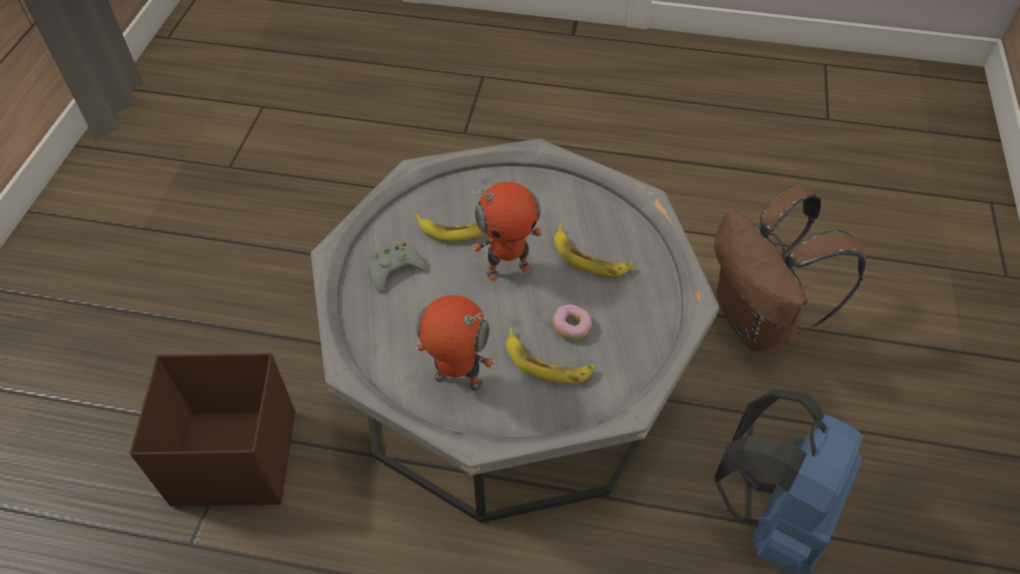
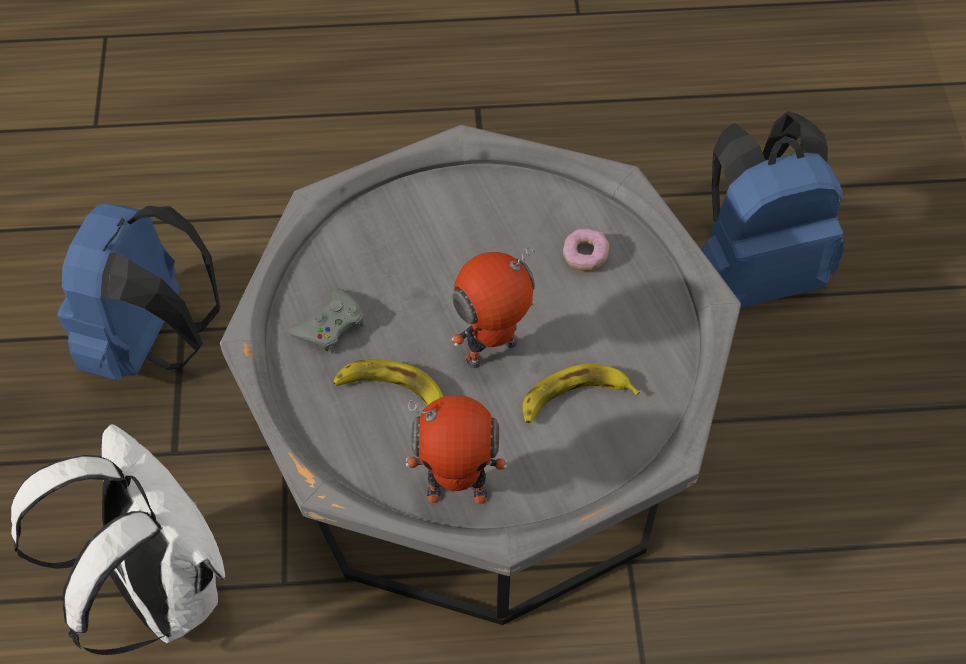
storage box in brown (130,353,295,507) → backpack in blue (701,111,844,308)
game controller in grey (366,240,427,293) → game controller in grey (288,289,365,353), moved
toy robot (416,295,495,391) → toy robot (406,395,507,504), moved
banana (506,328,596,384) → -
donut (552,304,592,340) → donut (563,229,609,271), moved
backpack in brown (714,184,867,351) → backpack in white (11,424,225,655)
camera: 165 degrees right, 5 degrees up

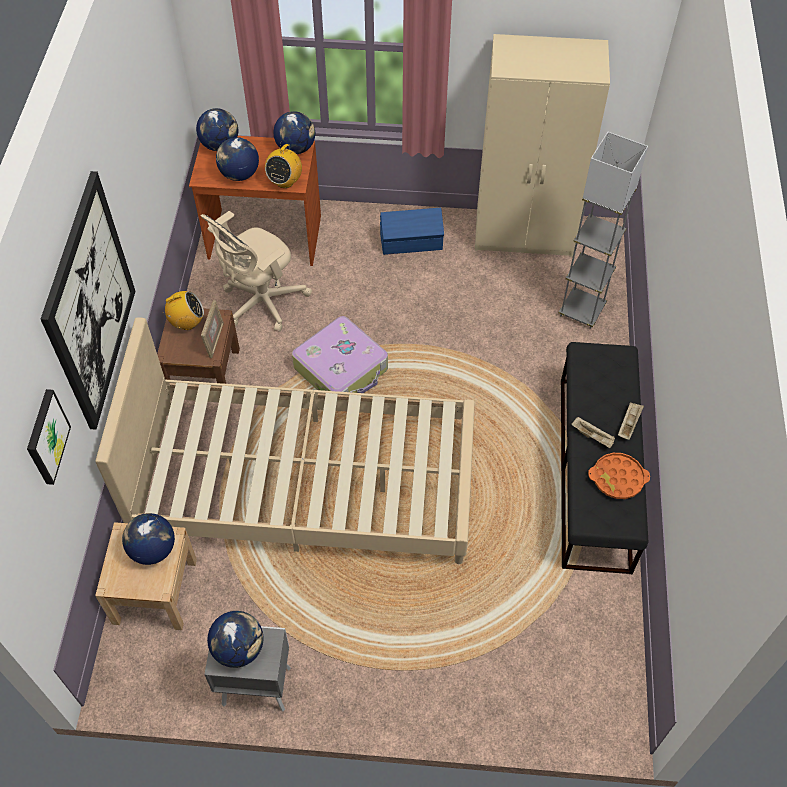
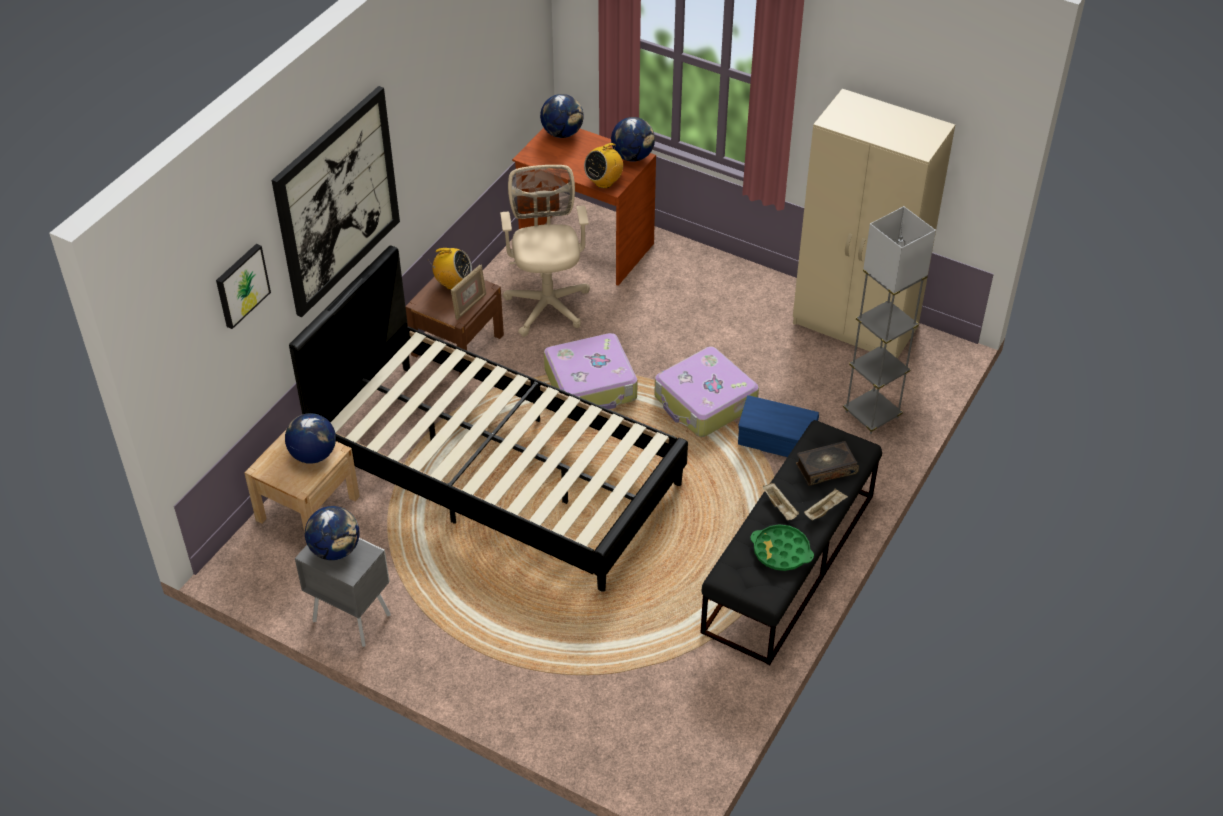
bed in beige (95,317,475,564) → bed in black (289,246,688,592)
office chair in beige (200,211,312,332) → office chair in beige (500,165,590,337), 105 degrees clockwise
globe (216,137,259,181) → -
storage box in blue (380,208,444,255) → storage box in blue (738,395,819,457), moved
tray in orange (588,453,650,499) → tray in green (750,524,814,571)
- → suitcase (654,347,759,437)
- → book (796,441,859,486)
camera: 25 degrees right, 10 degrees down

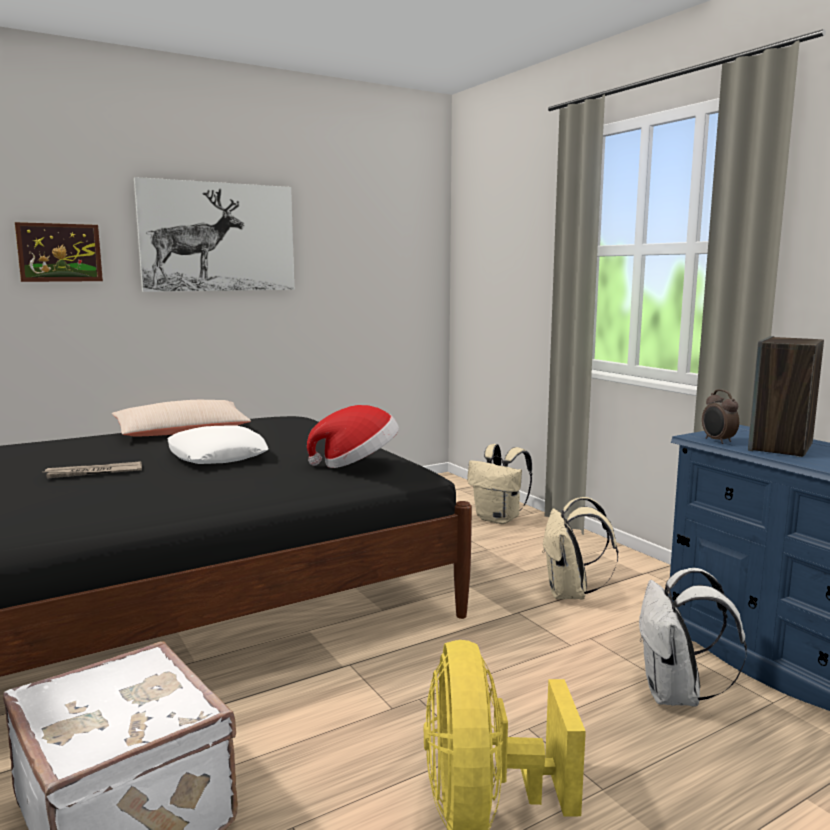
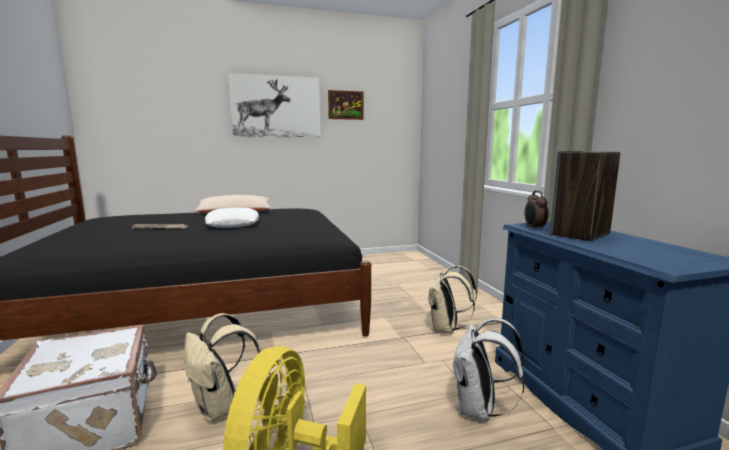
picture (15,222,103,282) → picture (328,90,364,120), moved
hat (307,405,399,468) → -
backpack in beige (467,444,532,524) → backpack in beige (184,313,261,422), moved
camera: 15 degrees right, 0 degrees up

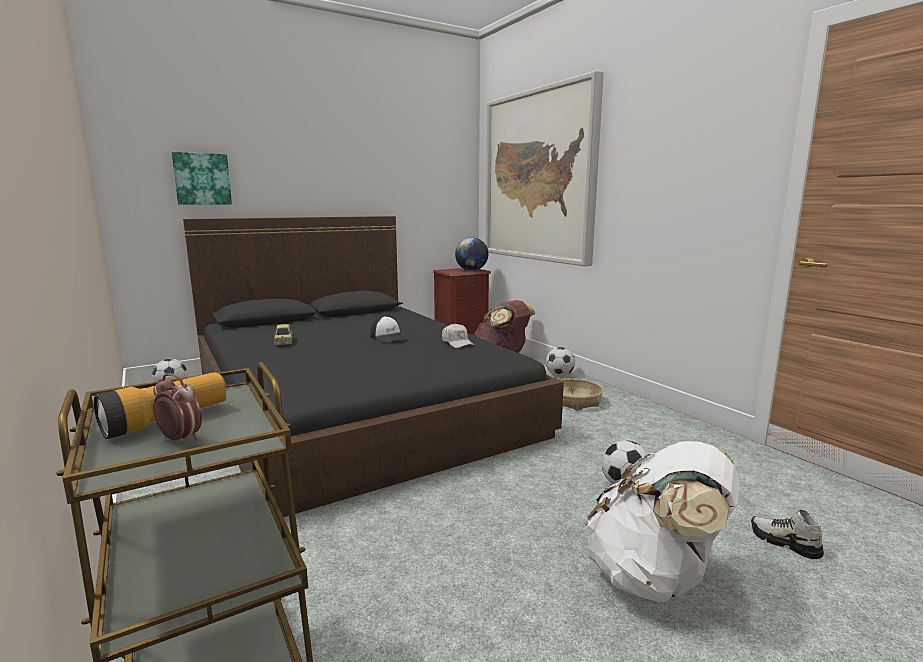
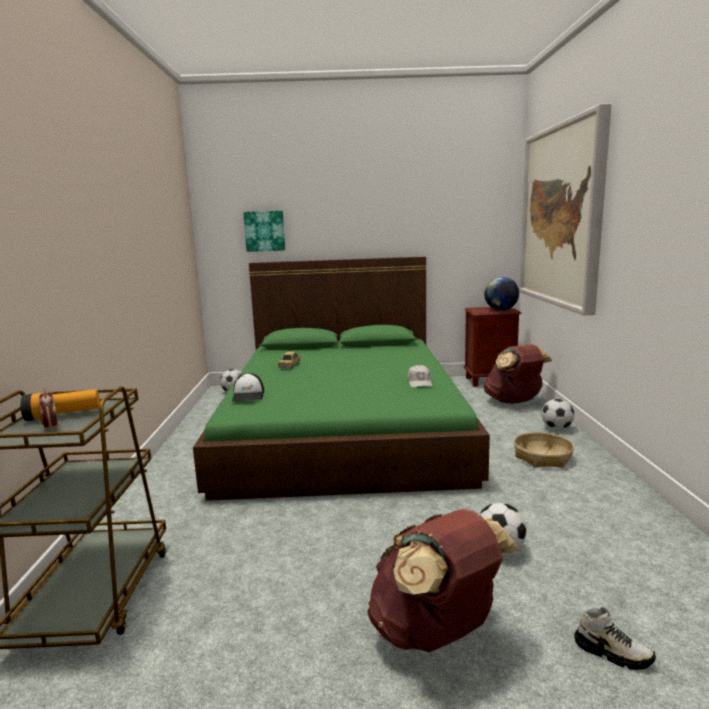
bed in black (183,216,564,517) → bed in green (193,256,490,501)
cap (370,316,408,343) → cap (232,373,264,401), moved
backpack in white (585,441,739,602) → backpack in brown (367,509,519,652)
shoe (751,510,824,559) → shoe (574,607,656,670), 135 degrees clockwise
camera: 30 degrees right, 0 degrees up

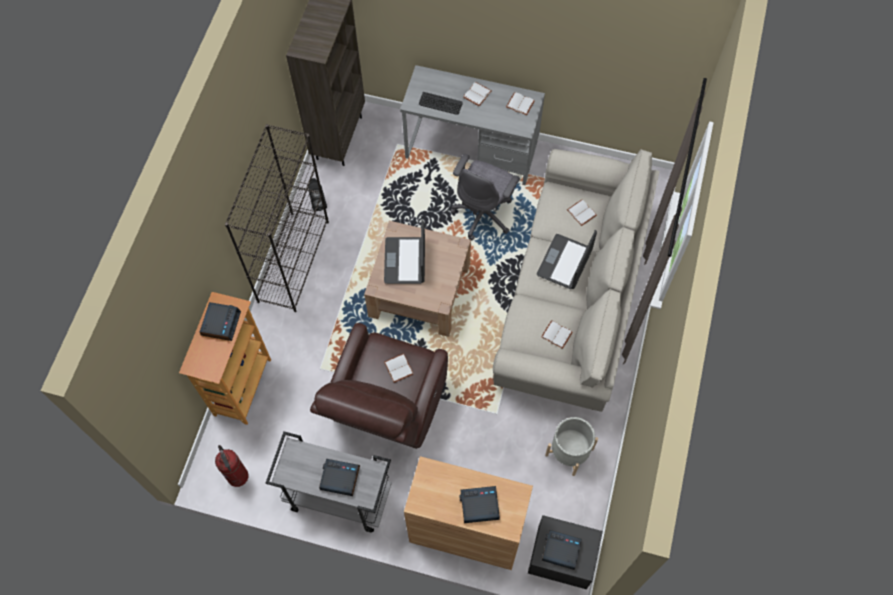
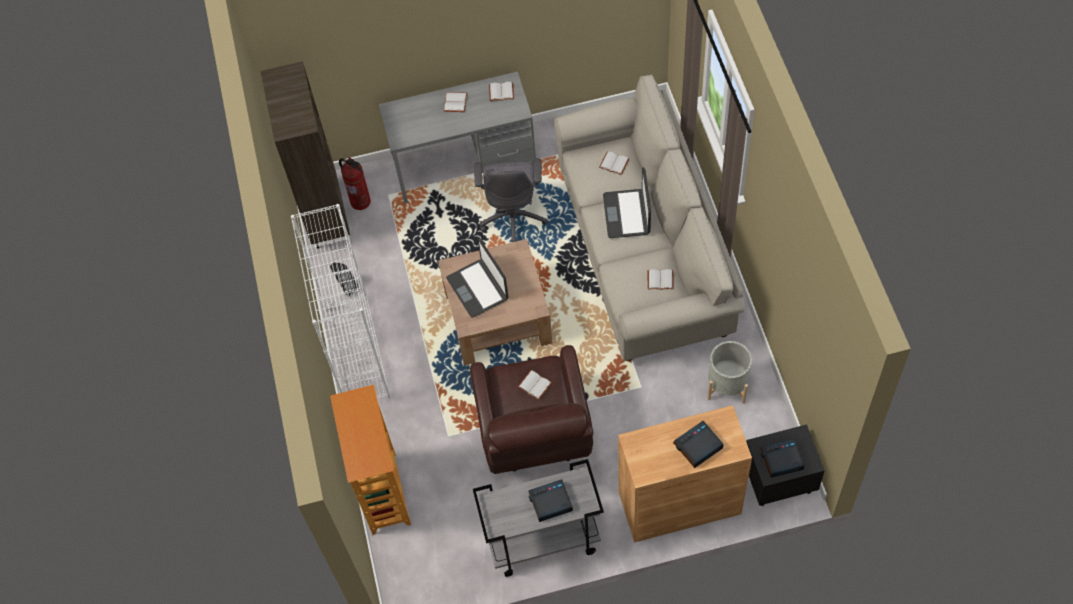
alarm clock (200,302,241,341) → -
fire extinguisher (215,445,249,487) → fire extinguisher (339,158,371,210), moved
bookcase in black (225,124,329,312) → bookcase in white (291,204,391,399)
keyboard (419,92,463,115) → -
camera: 25 degrees left, 5 degrees down

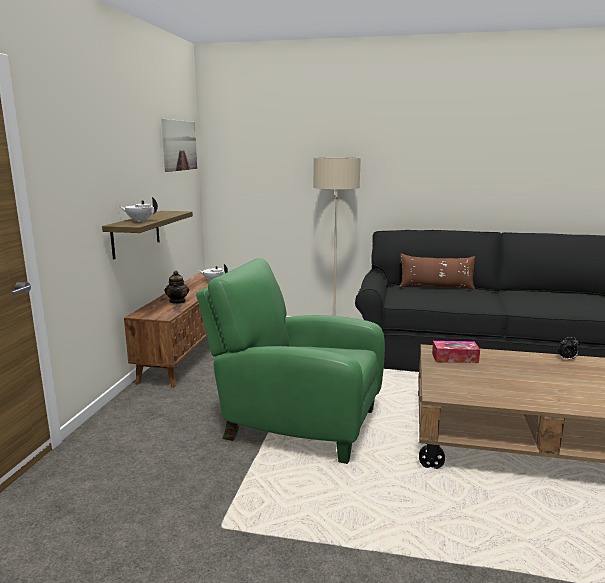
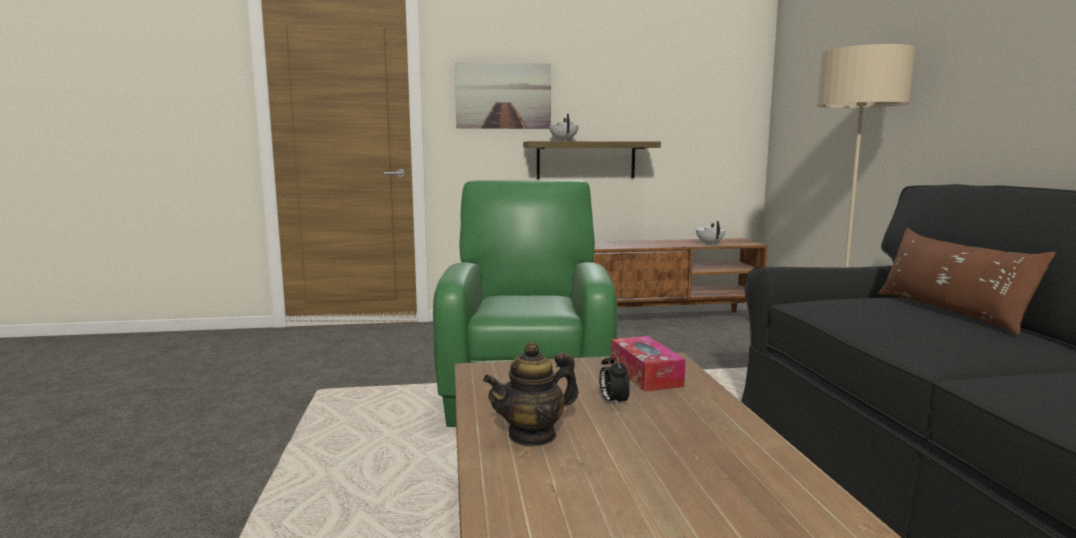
picture (161,119,197,172) → picture (455,62,551,129), moved
teapot (164,271,189,304) → teapot (483,342,578,447), moved
alarm clock (558,337,580,360) → alarm clock (599,352,630,406), moved
camera: 70 degrees right, 5 degrees down

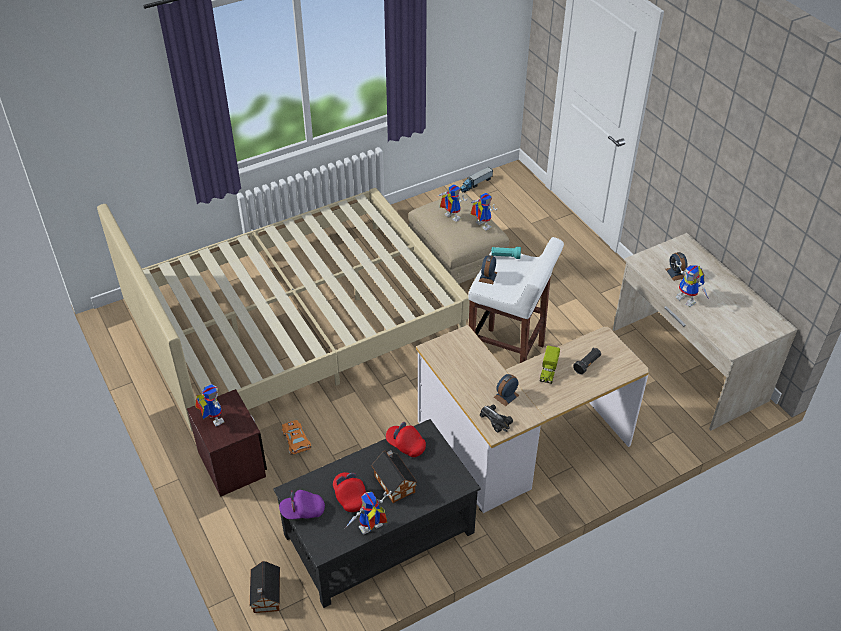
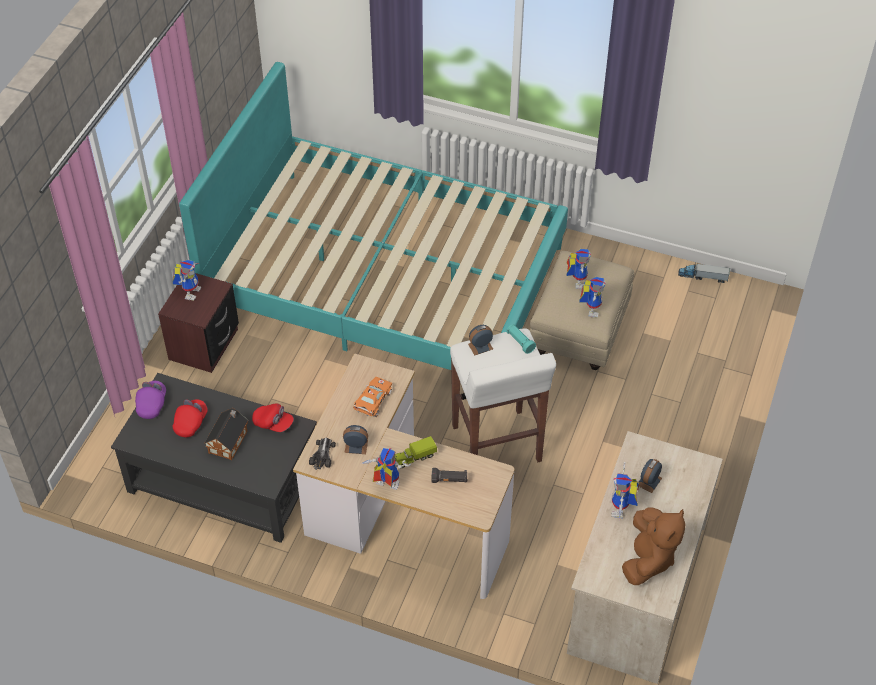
bed in beige (97,188,470,432) → bed in turquoise (179,62,568,370)
toy house (250,561,280,613) → -
cap in purple (279,490,325,519) → cap in purple (135,381,166,419), 60 degrees clockwise
toy car in orange (282,420,311,455) → toy car in orange (353,377,392,417), moved
toy robot (345,491,392,535) → toy robot (361,448,411,490), moved
cap in red (386,422,426,457) → cap in red (252,404,294,432), 120 degrees clockwise
- → plush toy in brown (622,507,686,585)
camera: 50 degrees right, 5 degrees up

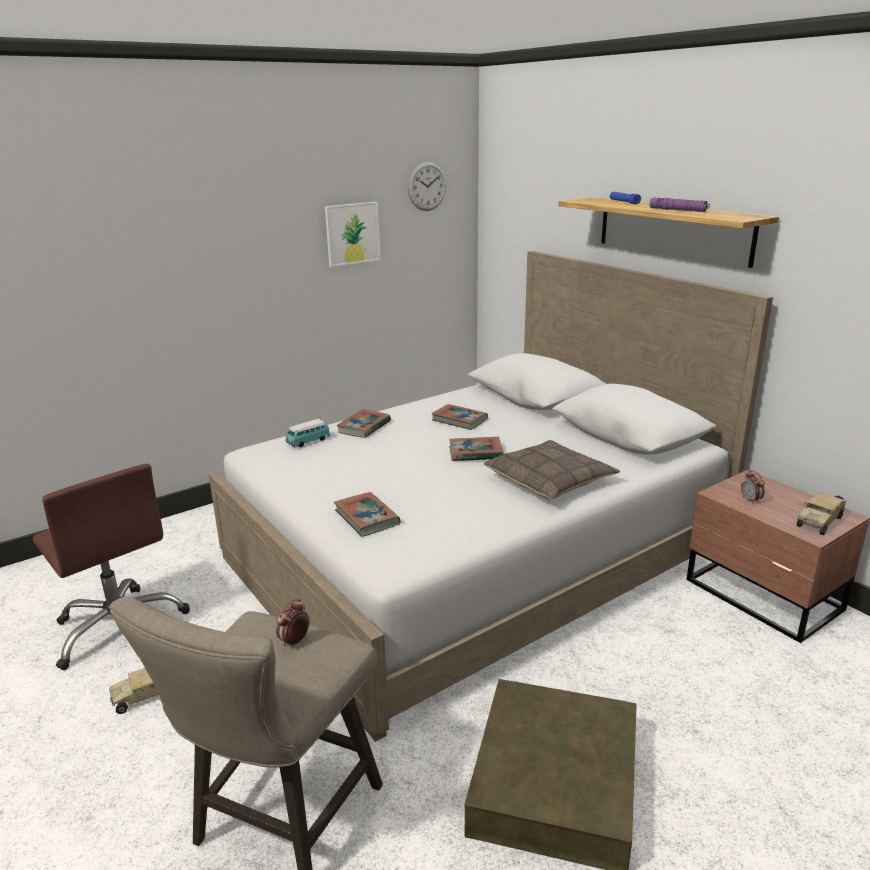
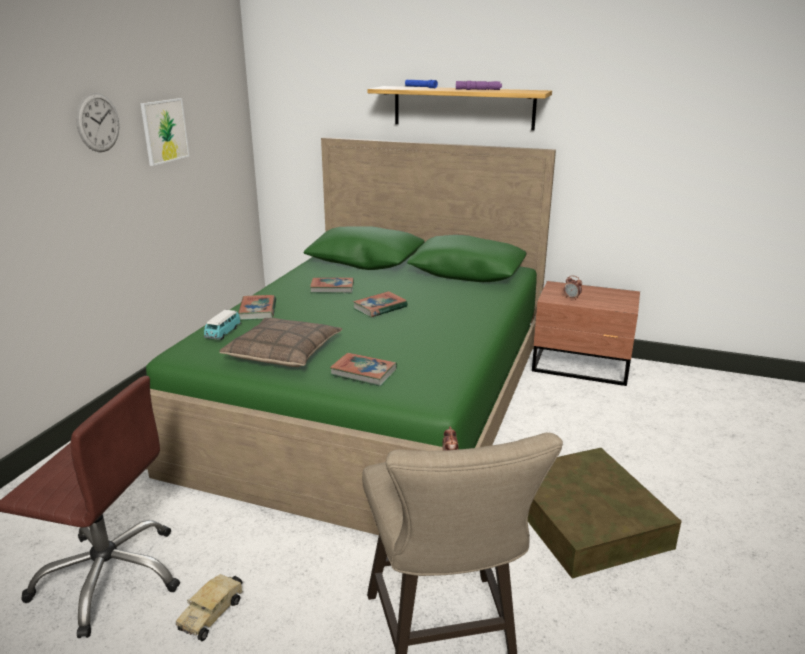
bed in white (209,251,773,742) → bed in green (146,137,556,535)
wall clock (408,161,447,211) → wall clock (76,93,119,152), moved
pillow (484,440,620,500) → pillow (219,318,342,367), moved
toy truck (797,493,846,535) → -
camera: 35 degrees left, 0 degrees up

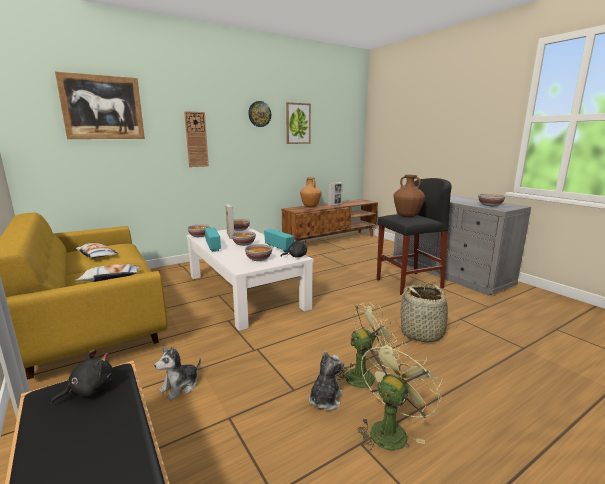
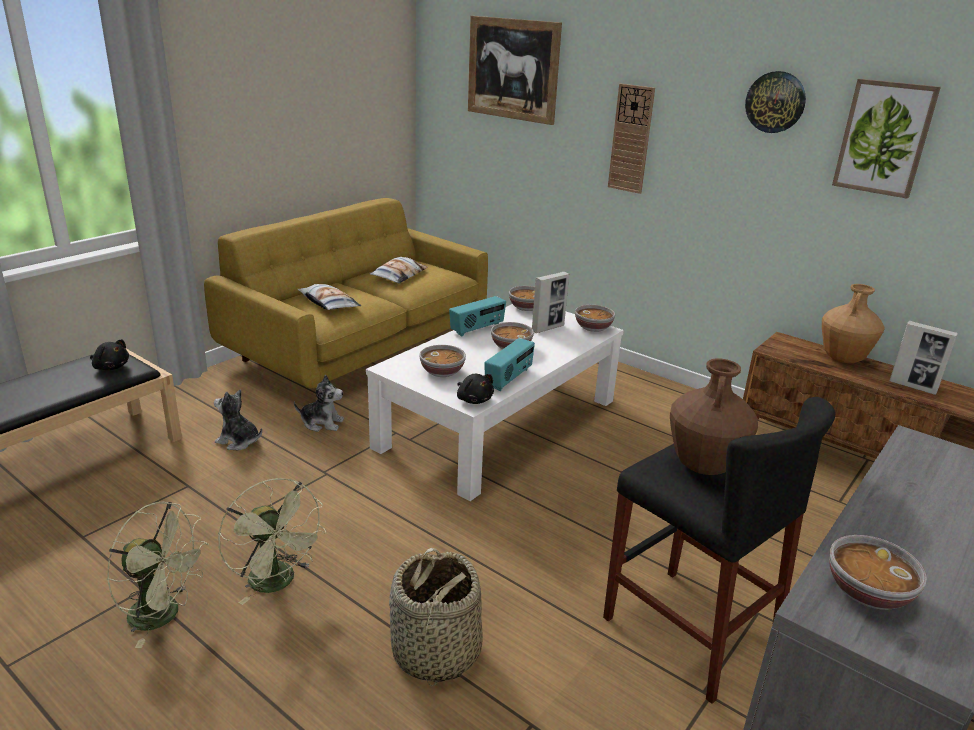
plush toy (309,351,344,411) → plush toy (294,375,344,432), moved
camera: 70 degrees right, 10 degrees up

